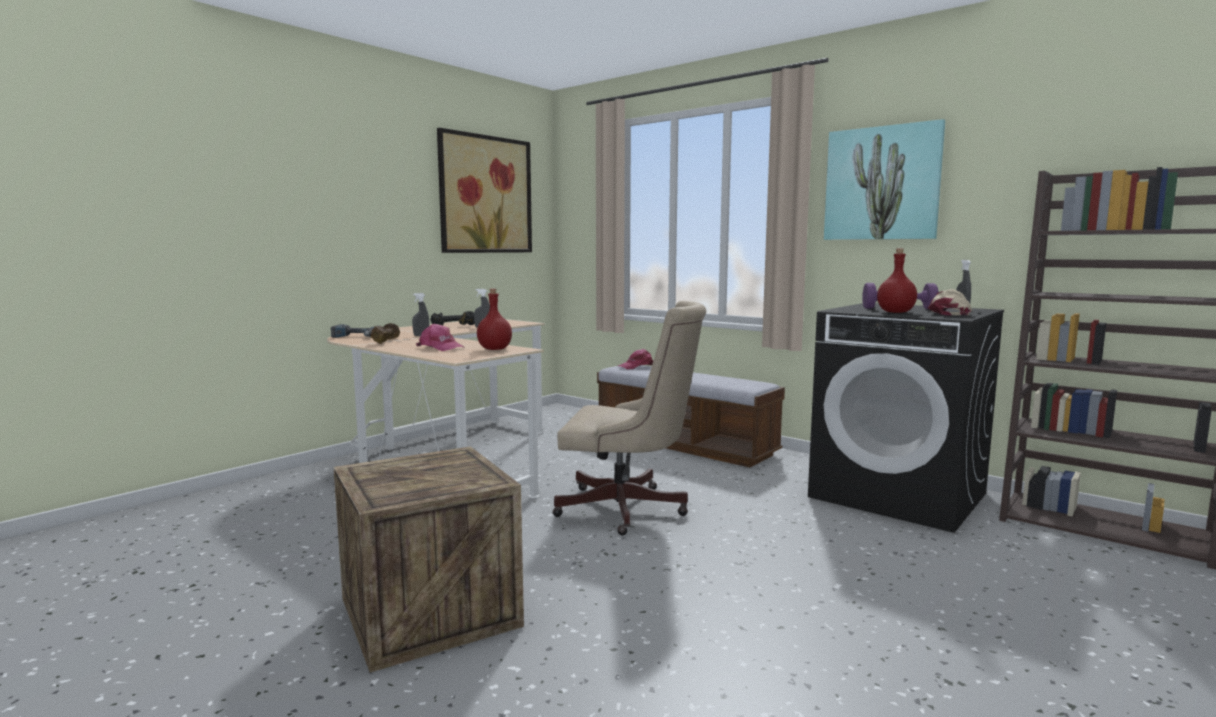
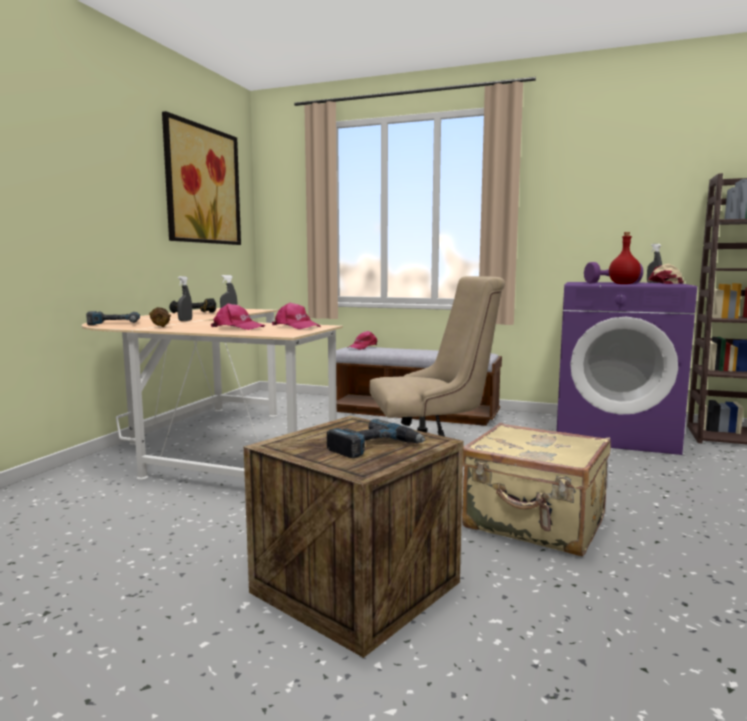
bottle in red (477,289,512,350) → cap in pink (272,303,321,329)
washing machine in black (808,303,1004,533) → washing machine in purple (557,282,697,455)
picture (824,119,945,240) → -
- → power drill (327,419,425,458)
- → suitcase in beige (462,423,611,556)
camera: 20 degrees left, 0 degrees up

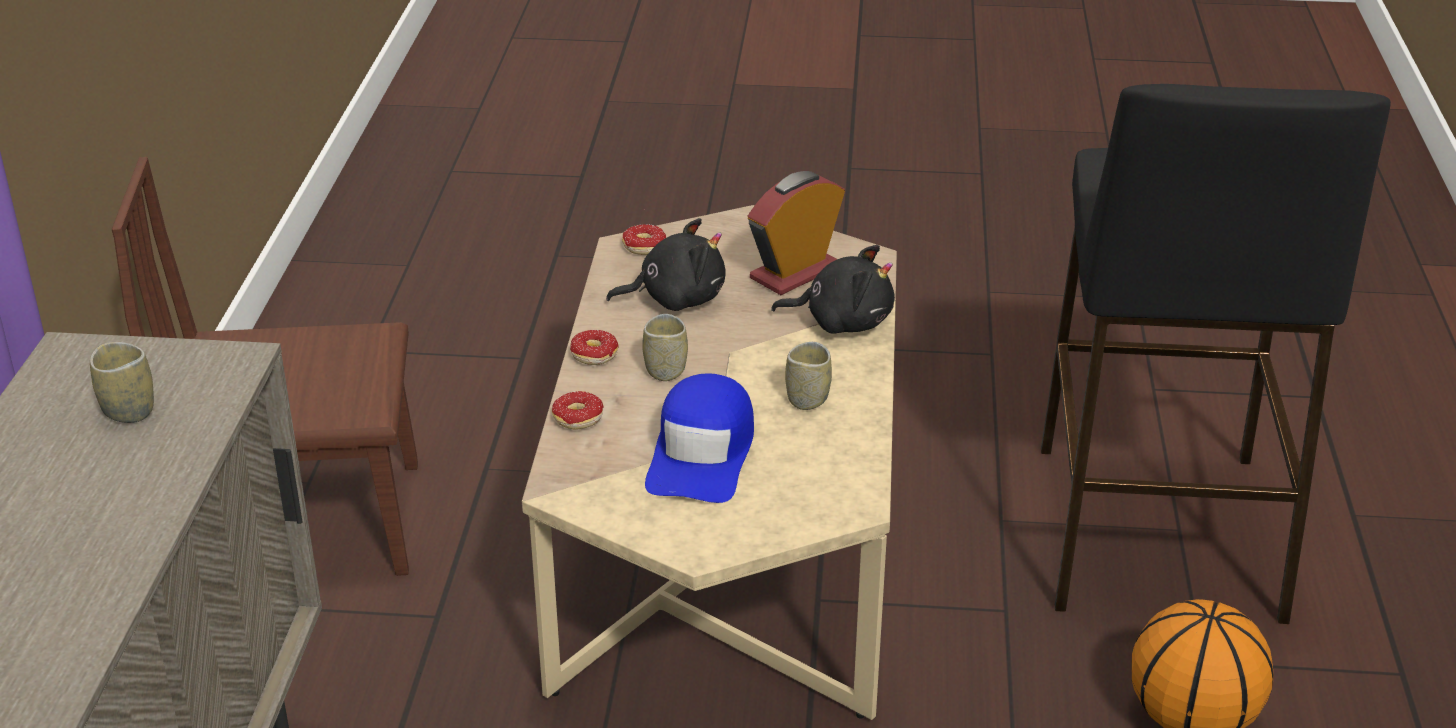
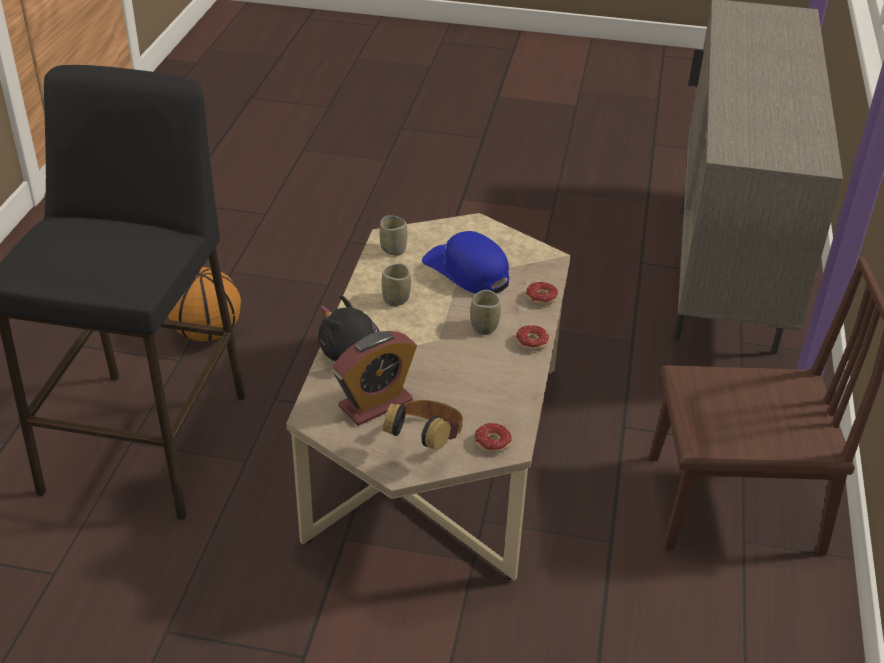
cup (90,342,154,423) → cup (380,215,407,256), moved
plush toy in black (606,218,726,311) → -
cap in blue (645,373,754,503) → cap in blue (422,231,509,294), 60 degrees counterclockwise
- → headphones (383,400,463,450)
camera: 175 degrees left, 5 degrees up

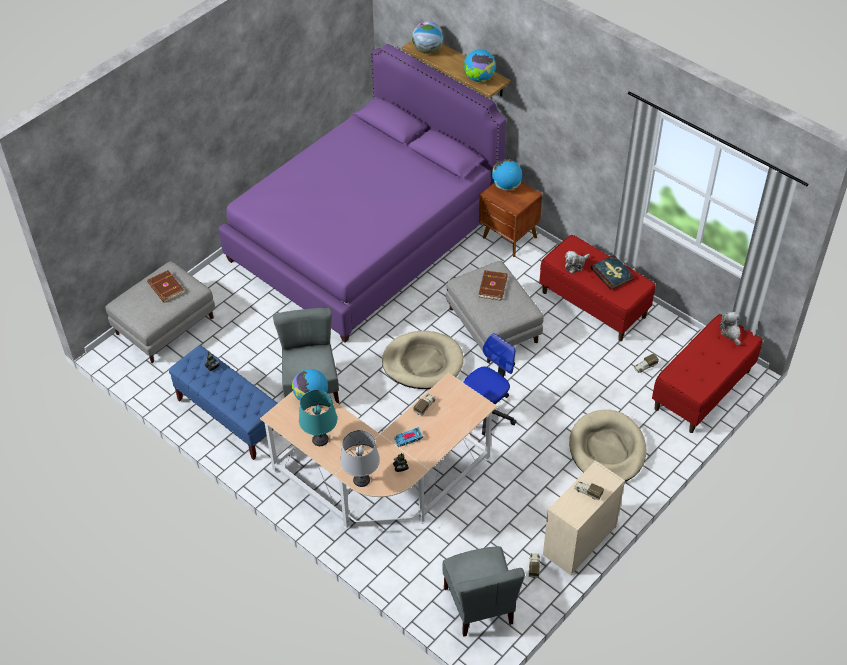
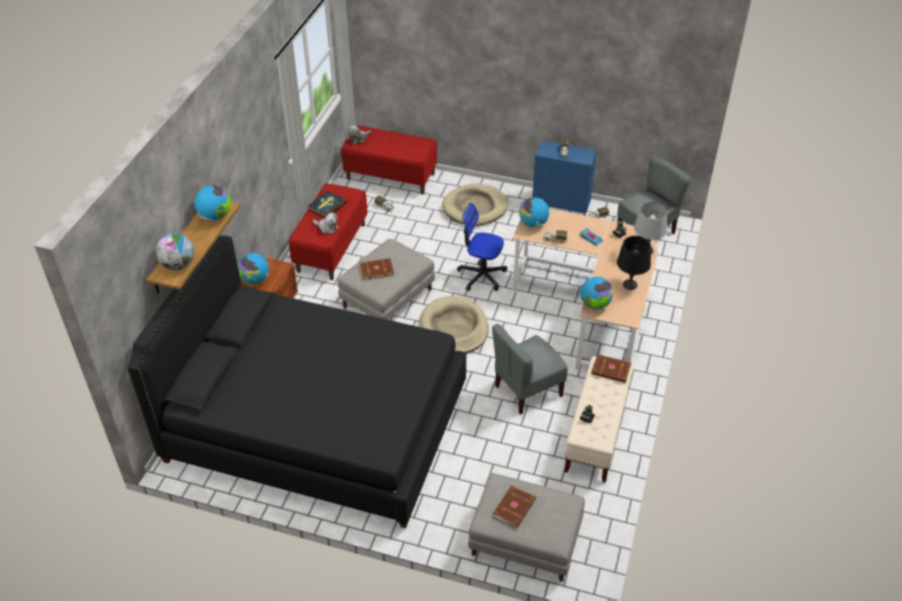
bench in blue (169,345,278,460) → bench in beige (564,356,634,483)
bed in purple (218,44,506,343) → bed in black (127,235,466,528)
table lamp in turquoise (299,390,337,446) → table lamp in black (617,236,651,290)
dresser in beige (543,460,625,576) → dresser in blue (532,140,597,216)
- → globe (519,197,549,228)
- → book in brown (591,354,631,383)
camera: 115 degrees left, 5 degrees down

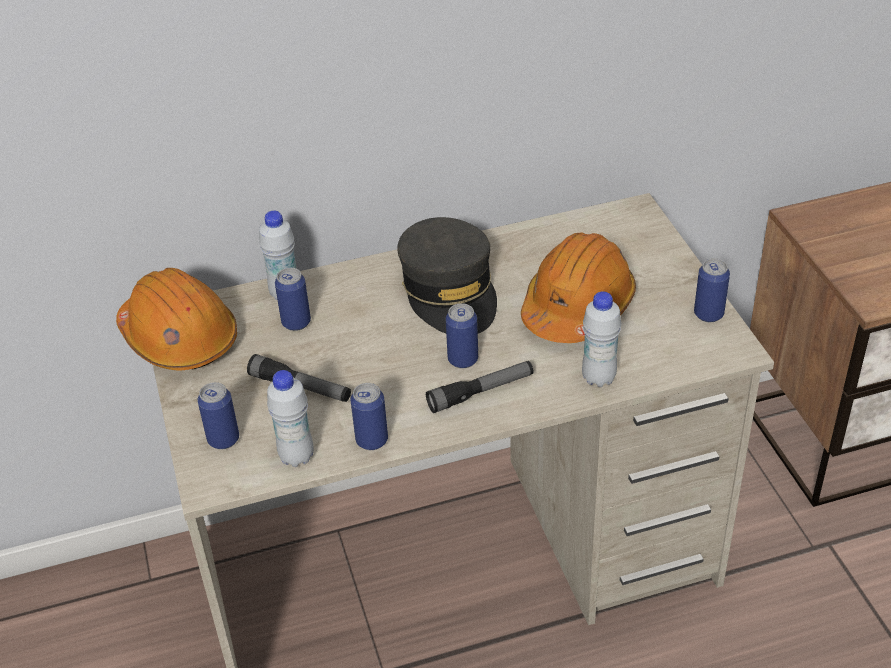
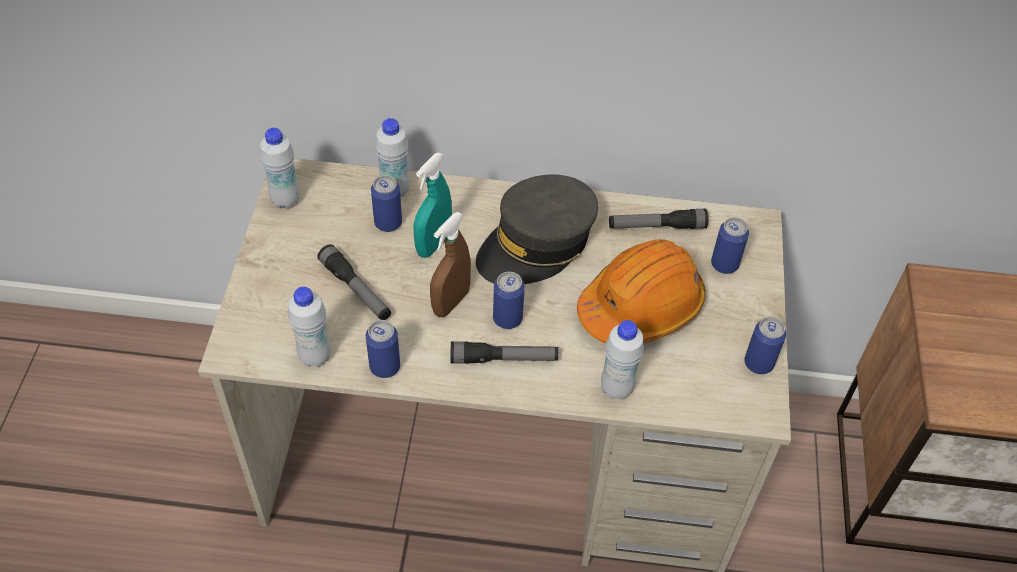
hard hat in orange (116,268,237,371) → bottle in white (260,128,300,209)
can (197,382,239,449) → can (711,217,749,274), moved
cap in grey (397,217,497,333) → cap in grey (476,175,598,284), 45 degrees clockwise
- → spray bottle in turquoise (414,153,452,258)
- → spray bottle in brown (430,212,471,317)
- → flashlight (609,209,708,229)
camera: 20 degrees right, 10 degrees up

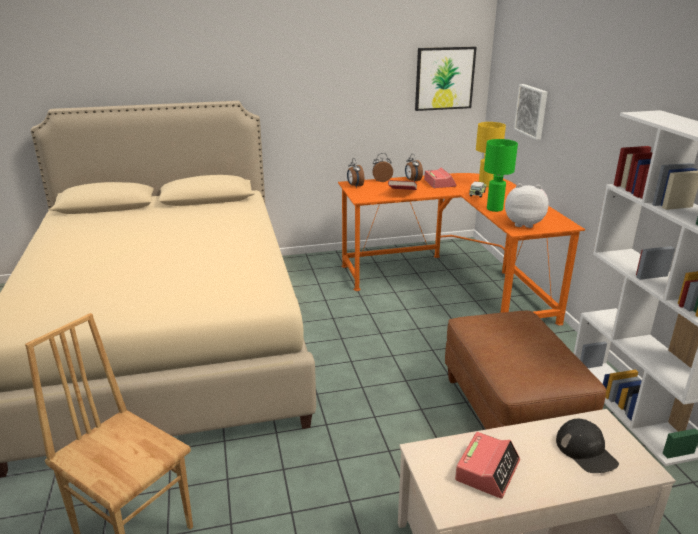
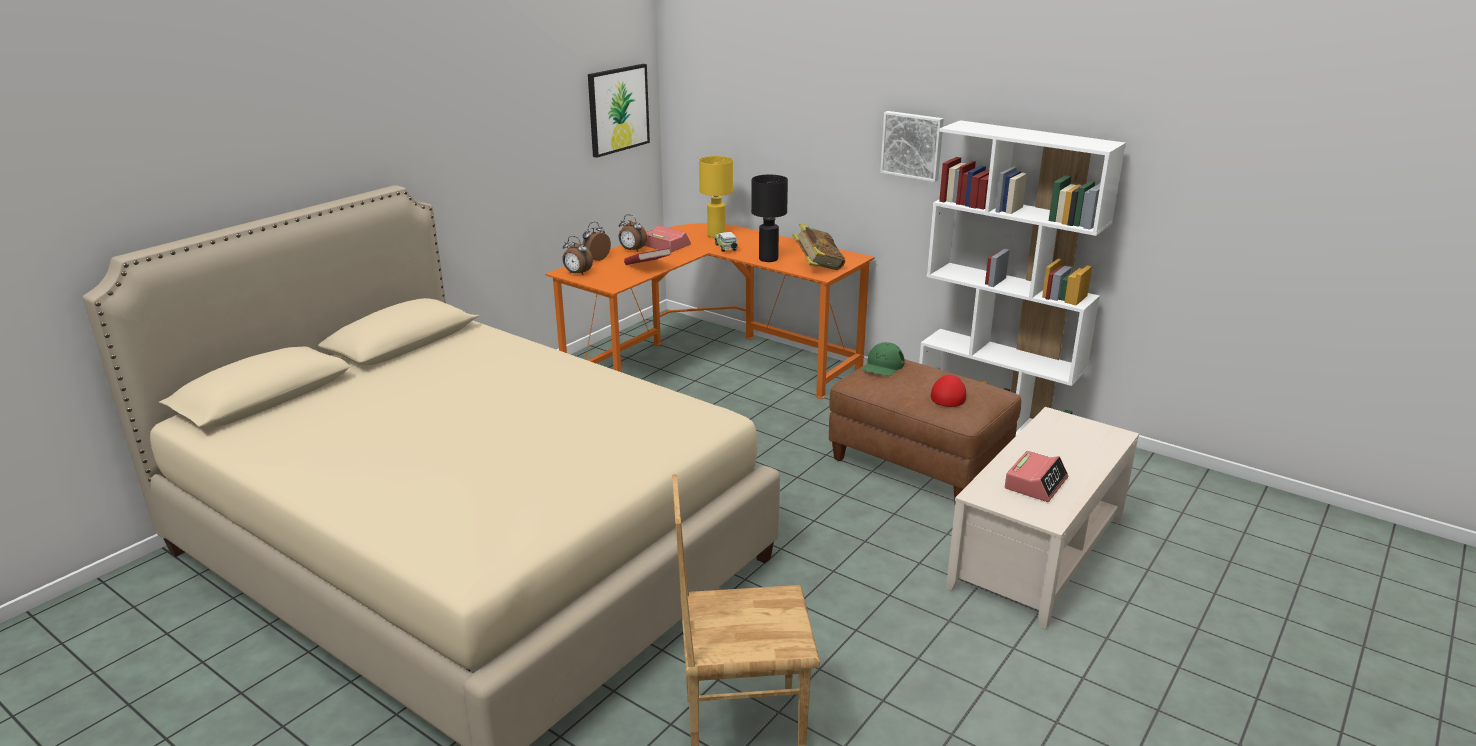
alarm clock (455,432,520,498) → alarm clock (1005,451,1068,502), 45 degrees clockwise
table lamp in green (484,139,518,212) → table lamp in black (751,175,788,262)
plush toy (505,184,549,228) → book (792,224,845,270)
picture (514,84,548,140) → picture (880,111,944,182), moved
cap in black (556,419,619,473) → -
- → cap in green (862,342,905,376)
- → cap in red (931,375,966,407)
camera: 40 degrees left, 0 degrees up

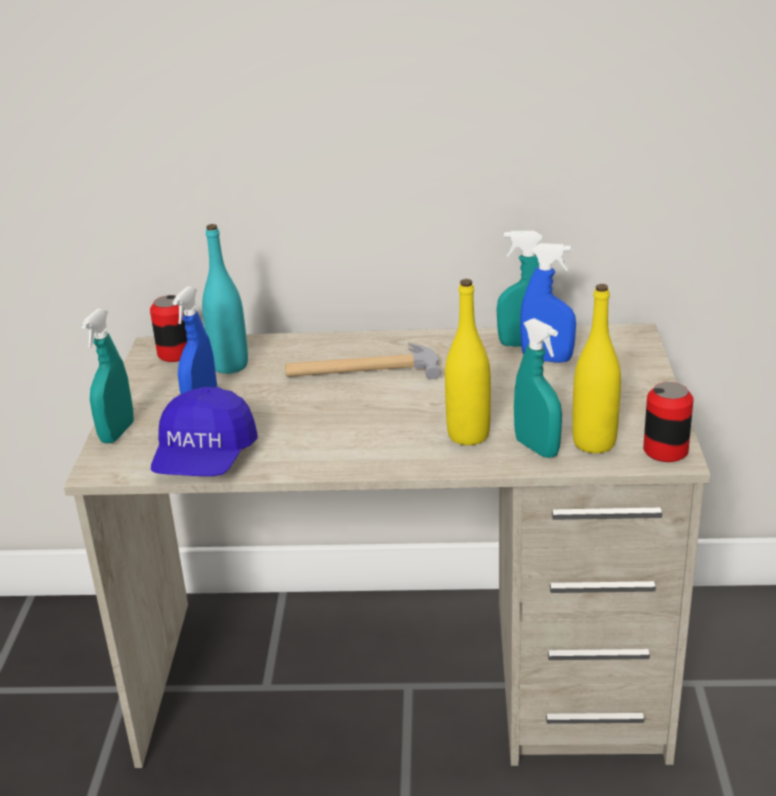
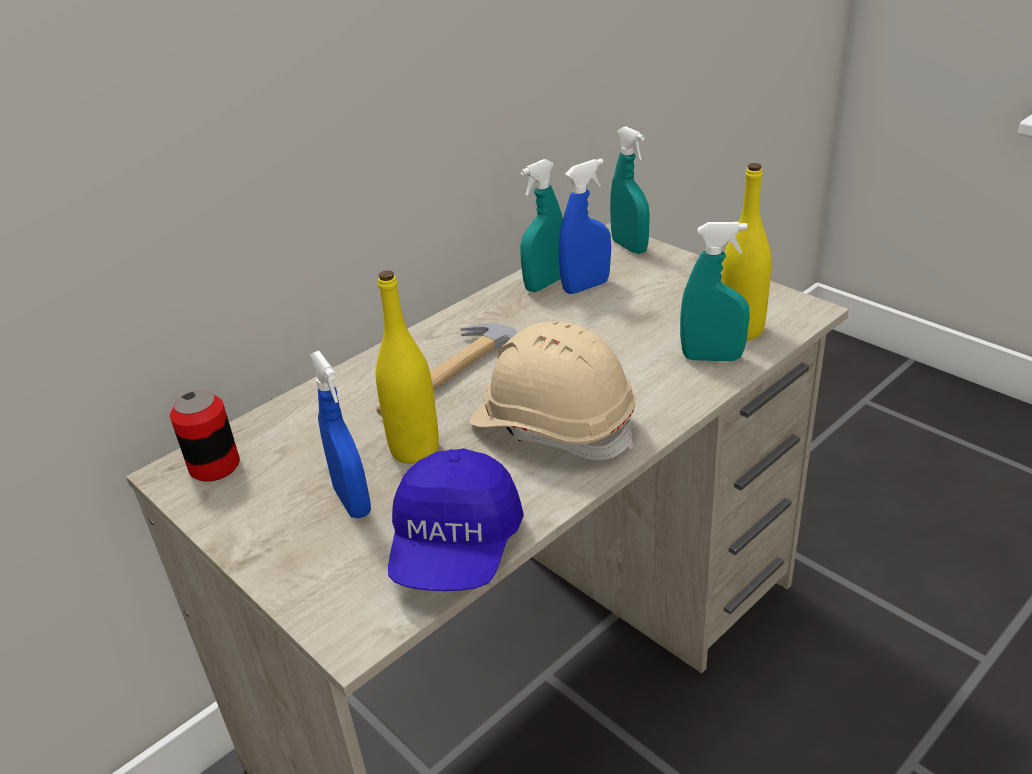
spray bottle in turquoise (81,309,134,443) → spray bottle in turquoise (610,126,650,254), moved
cap in blue (151,387,258,476) → cap in blue (388,448,524,591), 45 degrees clockwise
bottle in turquoise (202,224,248,374) → -
bottle in yellow (445,279,491,445) → bottle in yellow (376,270,439,464), moved
can (643,382,694,462) → -
- → hard hat in beige (469,321,636,460)
camera: 45 degrees left, 5 degrees up

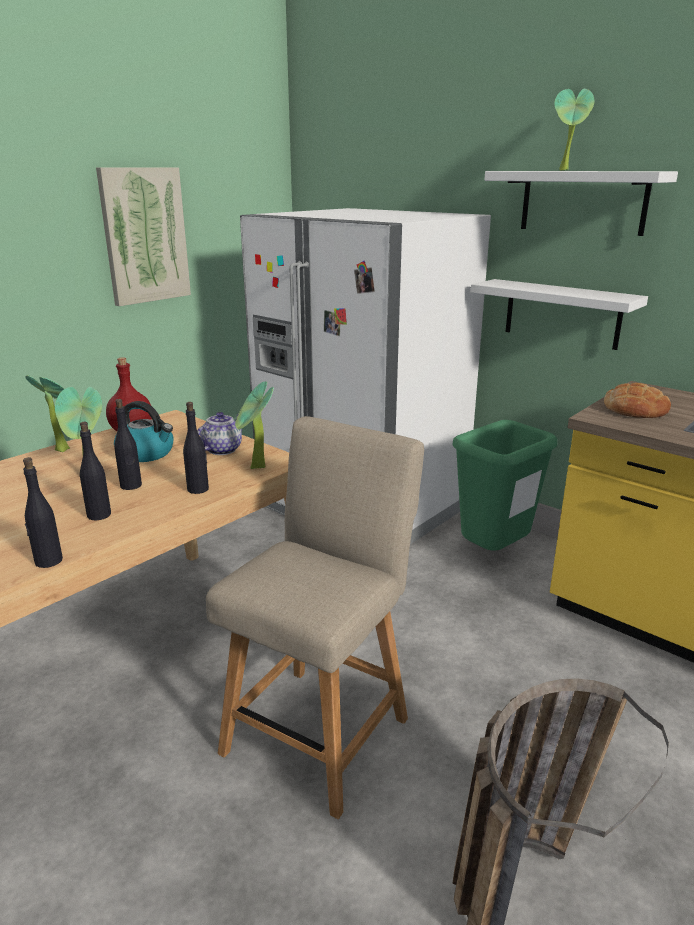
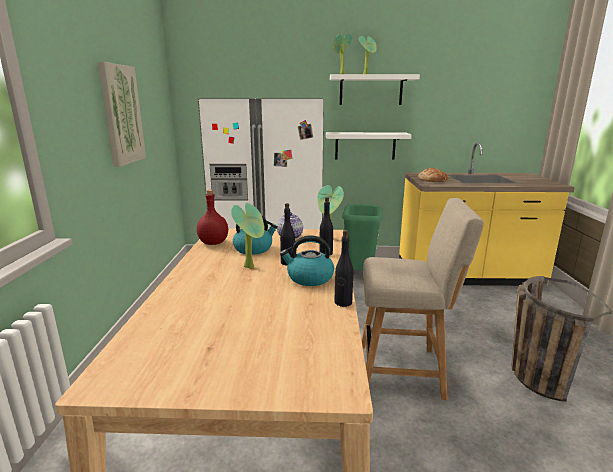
potted plant (25,375,70,452) → potted plant (333,33,352,74), moved
bottle in black (80,422,111,520) → kettle (280,235,334,286)
chair in beige (206,416,424,819) → chair in beige (362,198,484,400), 105 degrees clockwise
camera: 40 degrees left, 5 degrees down

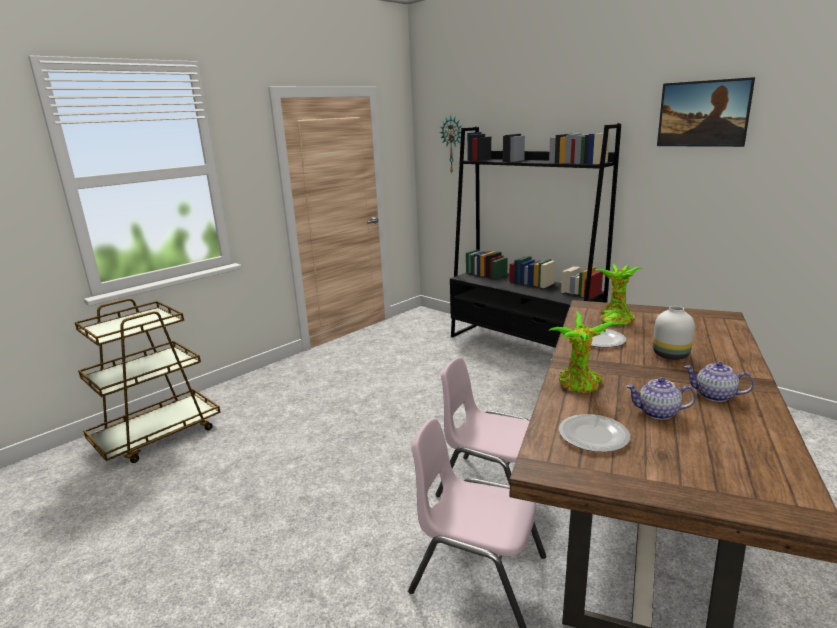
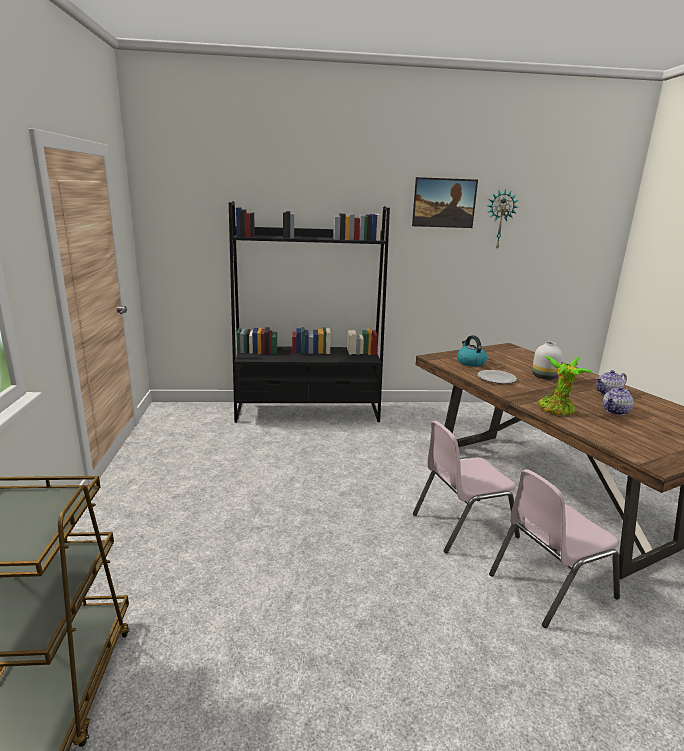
wall clock (439,115,462,173) → wall clock (487,189,518,249), moved
plate (559,414,630,452) → -
potted plant (595,264,642,326) → kettle (457,335,487,367)
camera: 50 degrees left, 0 degrees up

